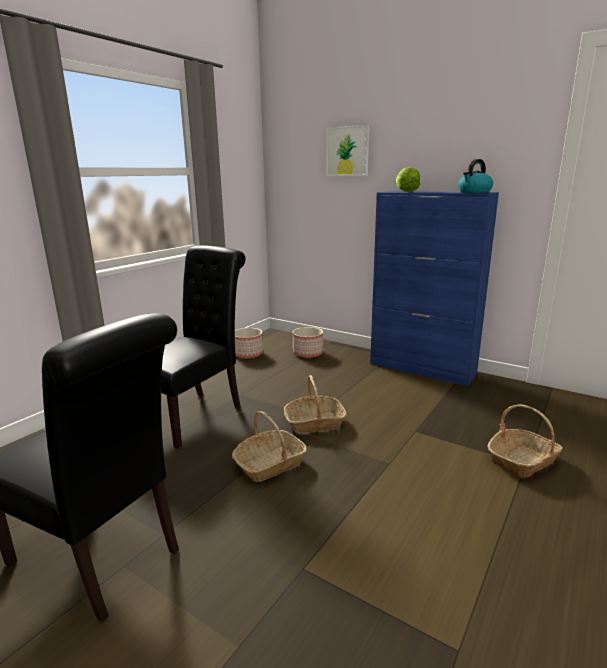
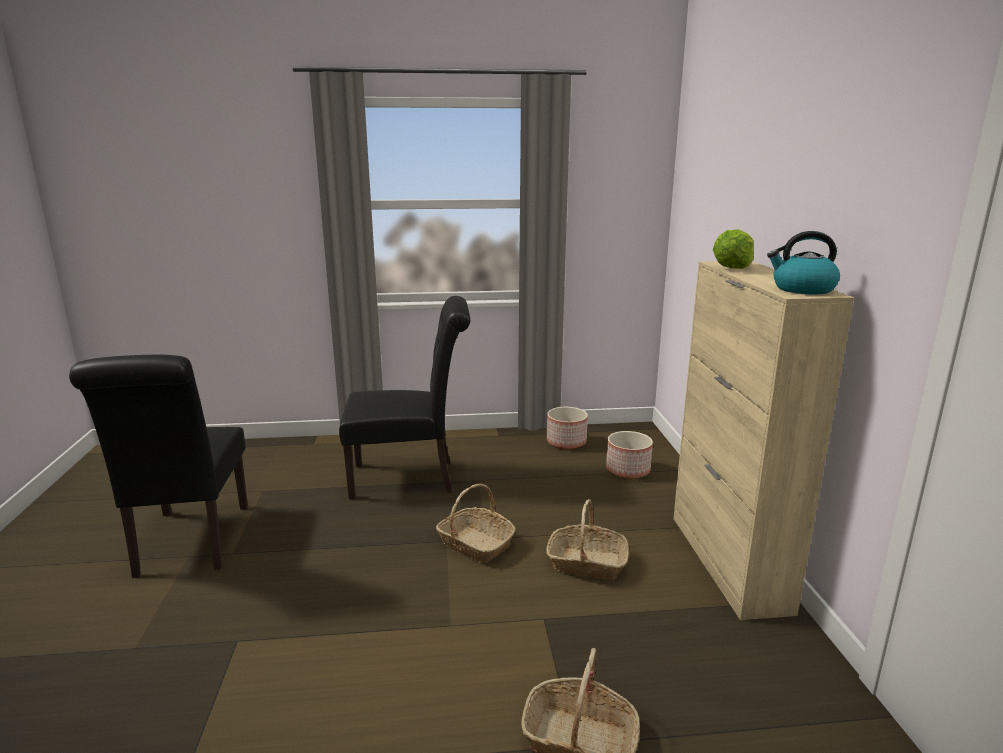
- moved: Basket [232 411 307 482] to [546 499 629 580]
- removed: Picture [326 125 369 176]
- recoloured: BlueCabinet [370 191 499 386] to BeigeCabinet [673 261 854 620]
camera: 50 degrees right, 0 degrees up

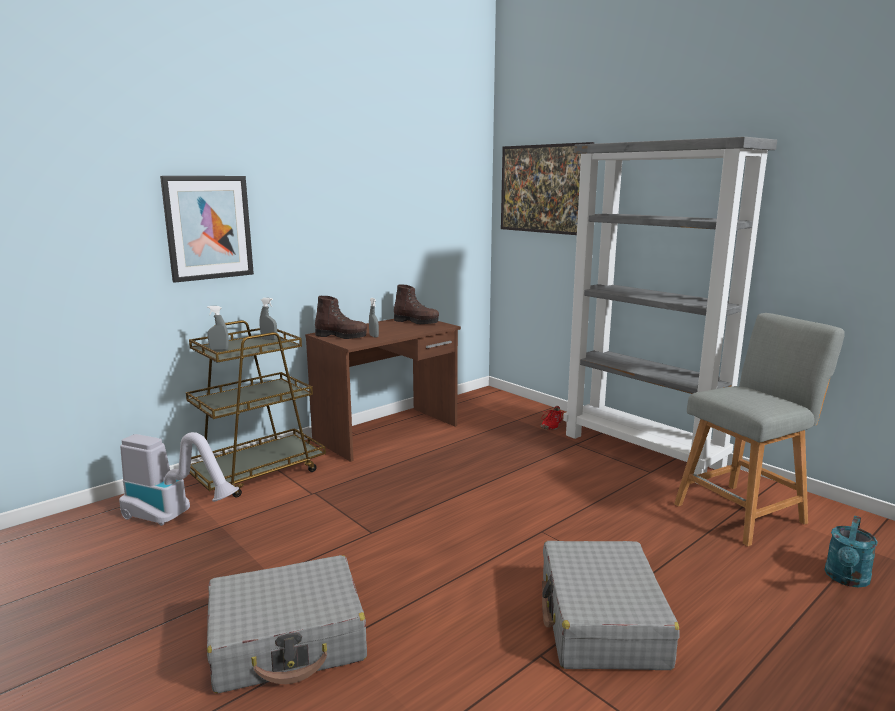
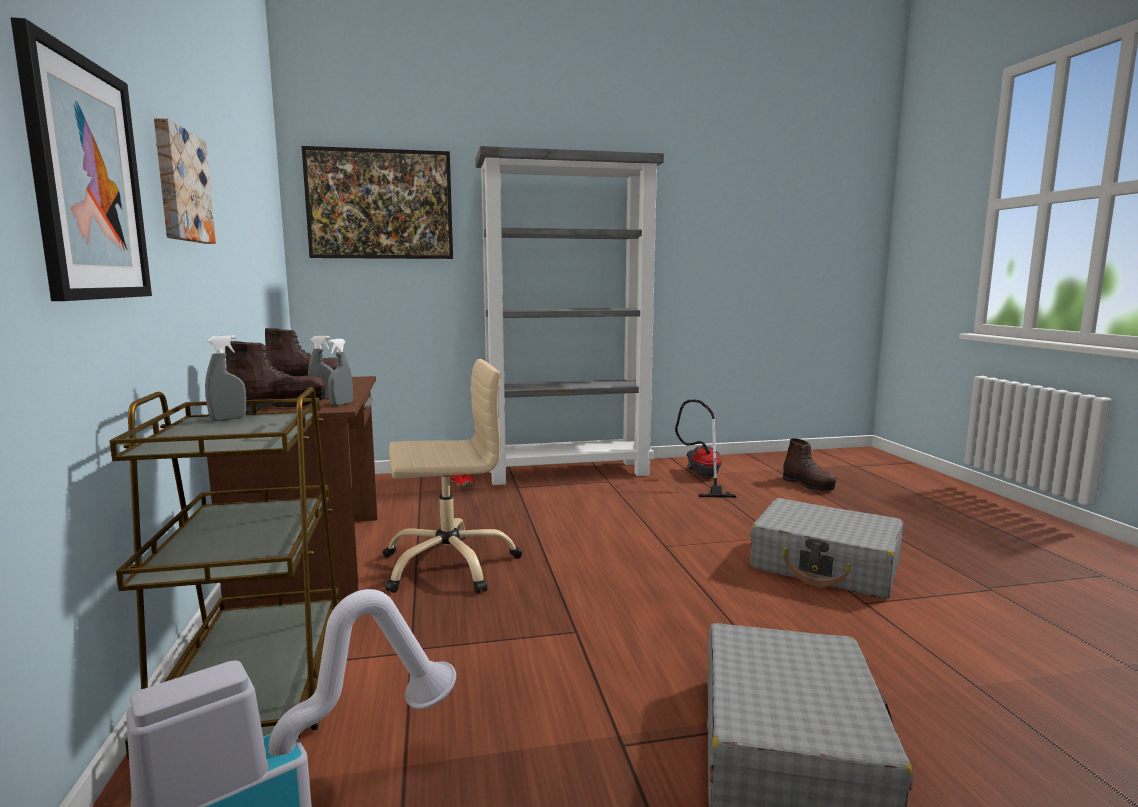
- moved: GreySprayBottle [207 306 229 350] to [328 339 353 406]
- replaced: GreyStool [674 313 845 546] to VacuumCleaner [675 399 737 498]
- replaced: TurquoiseWateringCan [824 516 878 587] to BrownBoot [783 438 836 490]
- added: Picture [154 118 216 244]
- added: BeigeOfficeChair [383 359 522 594]
camera: 60 degrees left, 5 degrees down

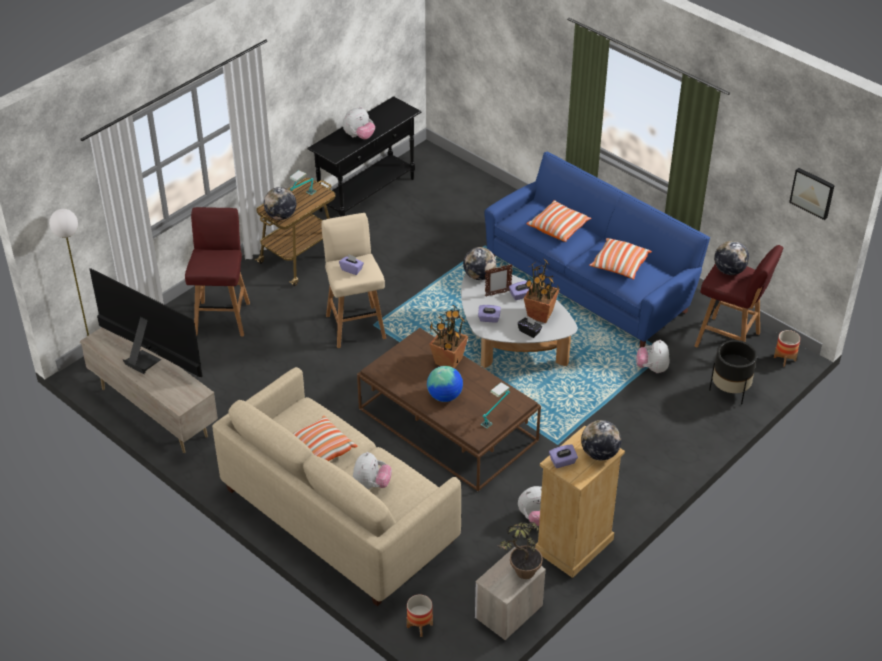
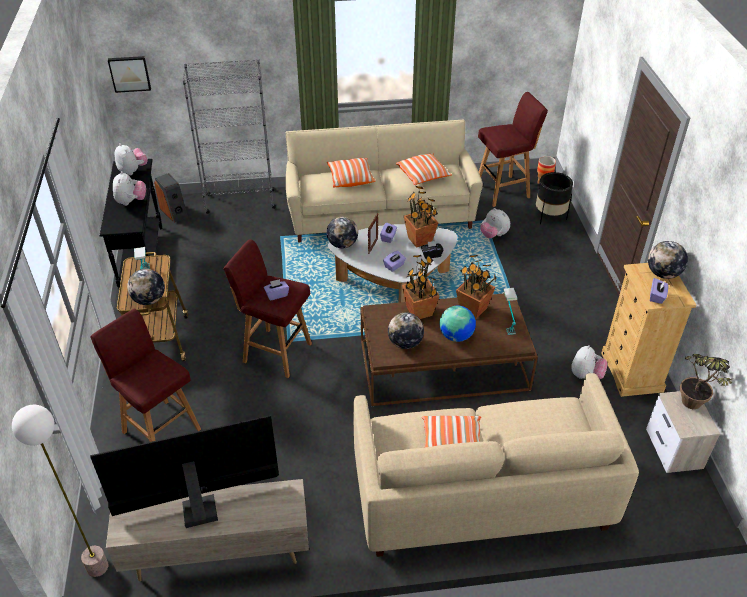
- recoloured: BeigeStool [321 213 386 348] to RedStool [224 239 312 378]
- moved: PlushToy [353 452 392 489] to [115 143 148 176]
- removed: Planter [407 595 433 637]
- recoloured: BlueSofa [484 152 710 348] to BeigeSofa [286 120 483 242]
- moved: Globe [714 241 749 275] to [388 313 424 349]
- moved: Picture [789 168 835 220] to [108 56 151 93]
- added: Speaker [154 173 188 223]
- added: GreyBookcase [182 59 276 214]
- added: PottedPlant [456 255 496 319]
camera: 50 degrees left, 0 degrees up

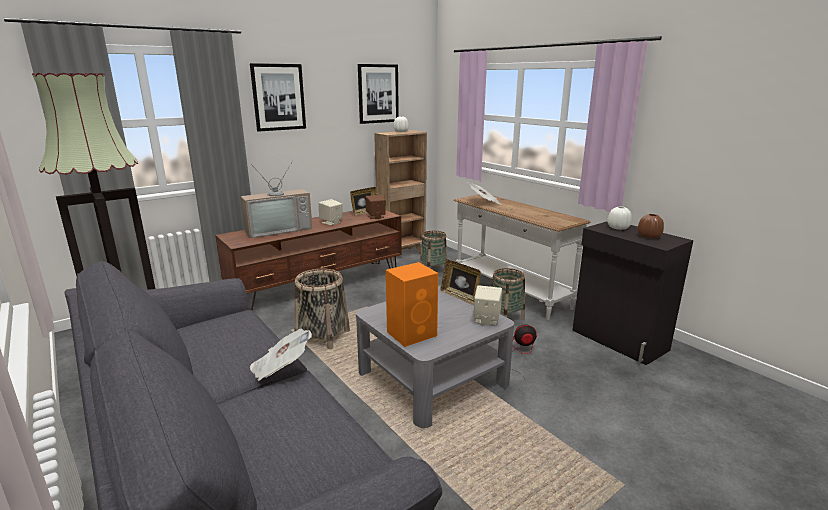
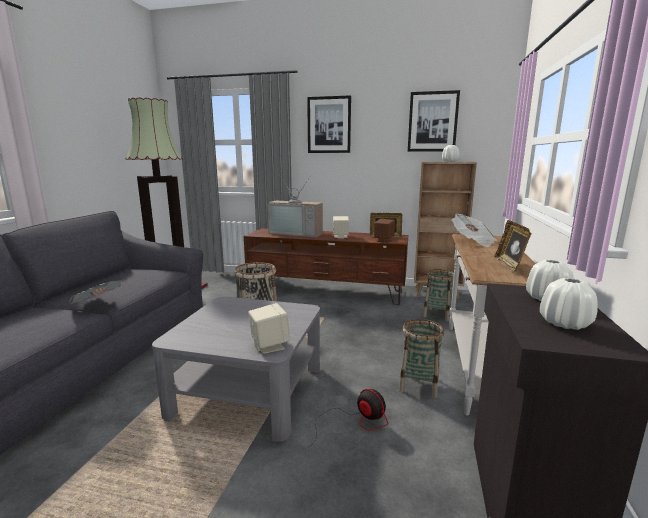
- removed: OrangeSpeaker [386 262 438 347]
- moved: PictureFrame [440 260 481 305] to [494 220 531 273]
- recoloured: BrownVase [638 214 664 239] to WhiteVase [540 278 598 330]
camera: 50 degrees right, 5 degrees down

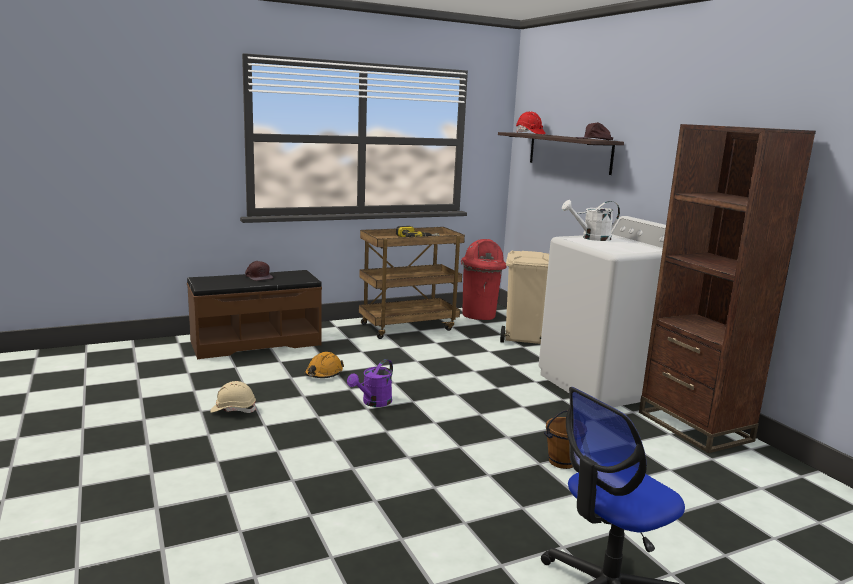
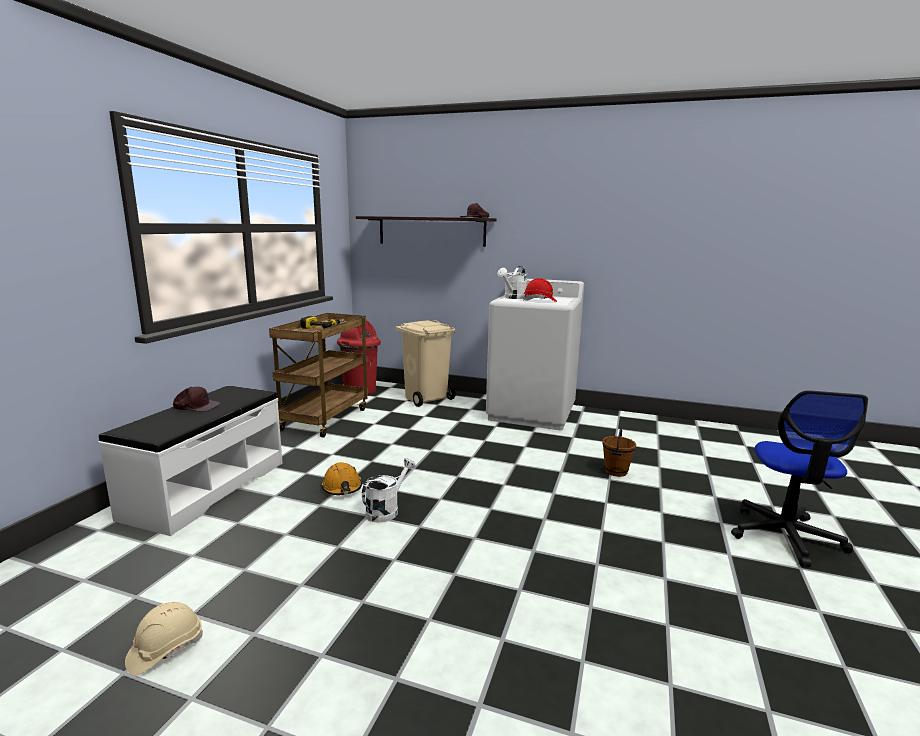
- recoloured: BrownBench [187 270 322 360] to WhiteBench [98 386 283 536]
- moved: BeigeHardHat [210 381 257 413] to [125 602 203 676]
- removed: PurpleWateringCan [347 359 393 407]
- moved: RedHardHat [516 111 545 134] to [523 278 557 302]
- removed: BrownBookcase [639 124 816 453]
- added: WhiteWateringCan [362 458 415 523]
camera: 45 degrees left, 0 degrees up

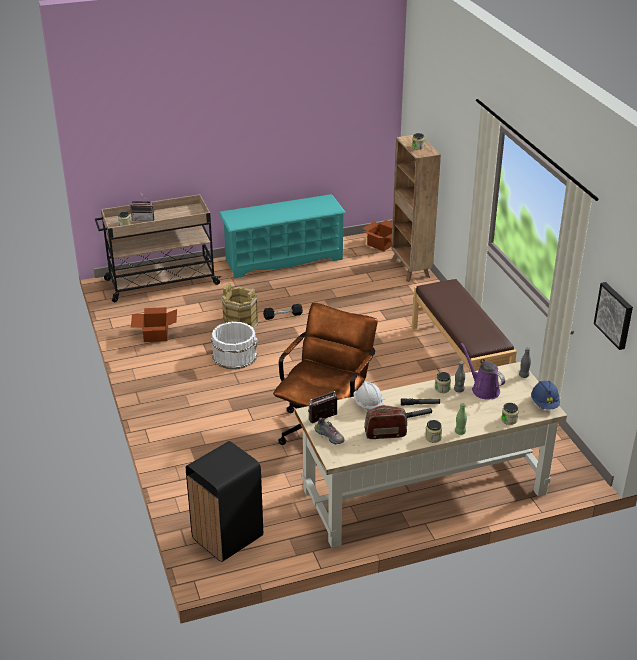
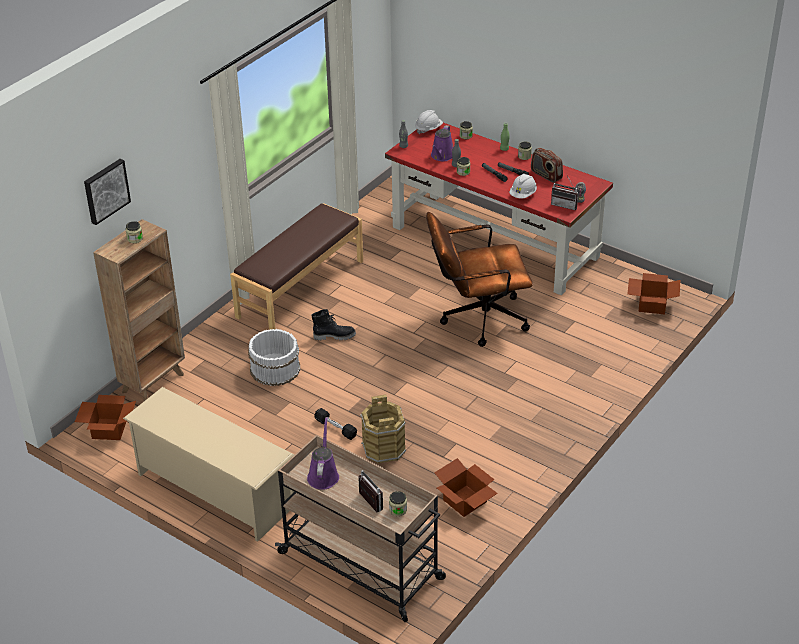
- replaced: BlackTrashCan [186 441 263 562] to CardboardBox [627 273 680 314]
- moved: WhiteBucket [211 322 257 369] to [248 329 300 386]
- recoloured: TurquoiseShoeRack [218 194 346 278] to BeigeShoeRack [123 387 294 542]
- recoloured: BeigeDesk [295 362 567 548] to RedDesk [385 123 613 295]
- recoloured: BlueHardHat [531 381 560 410] to WhiteHardHat [415 110 443 134]
- moved: Picture [594 282 633 350] to [84 159 131 225]
- added: PurpleWateringCan [307 417 339 490]
- added: BlackBoot [311 309 356 340]
camera: 125 degrees left, 5 degrees up

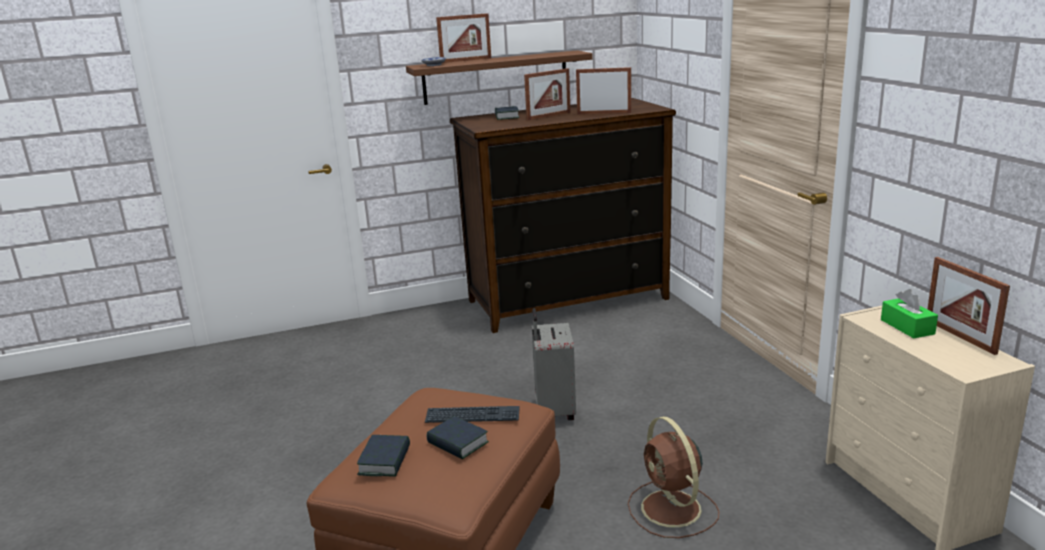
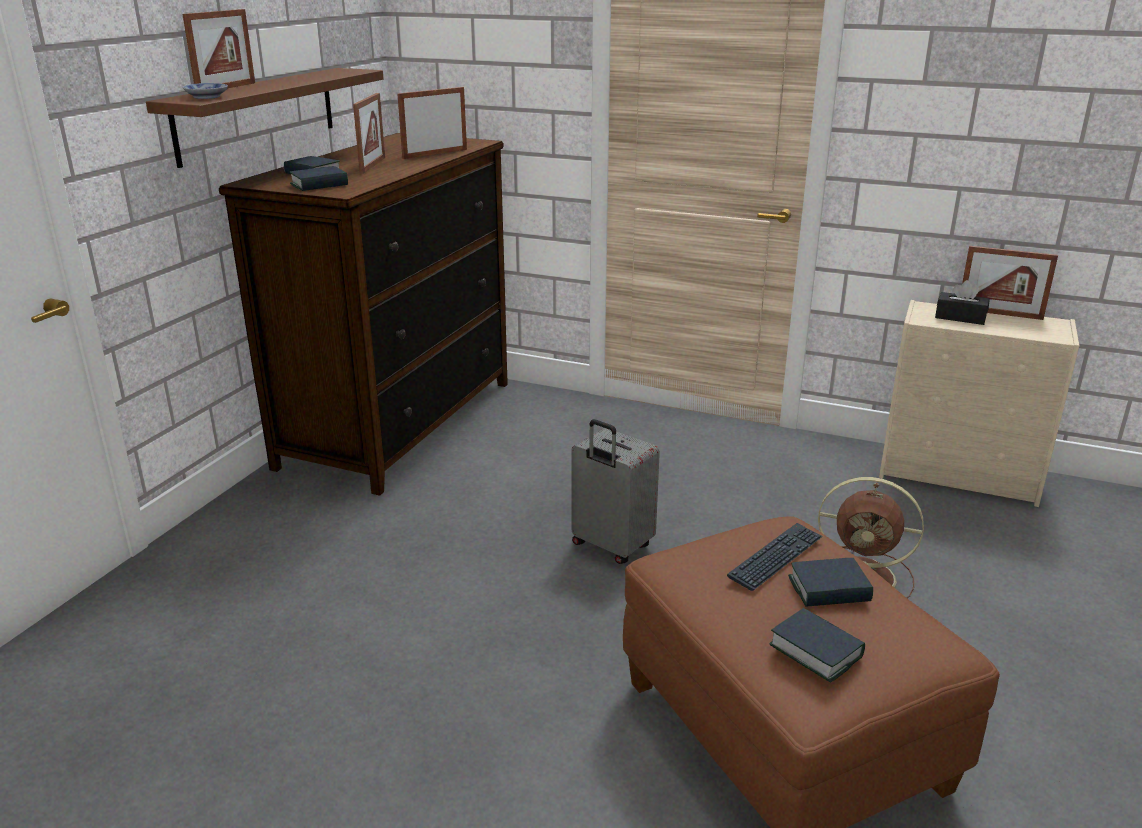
- recoloured: GreenTissueBox [881 289 938 338] to BlackTissueBox [935 280 990 325]
- added: Book [290 166 348 191]
camera: 50 degrees left, 5 degrees up

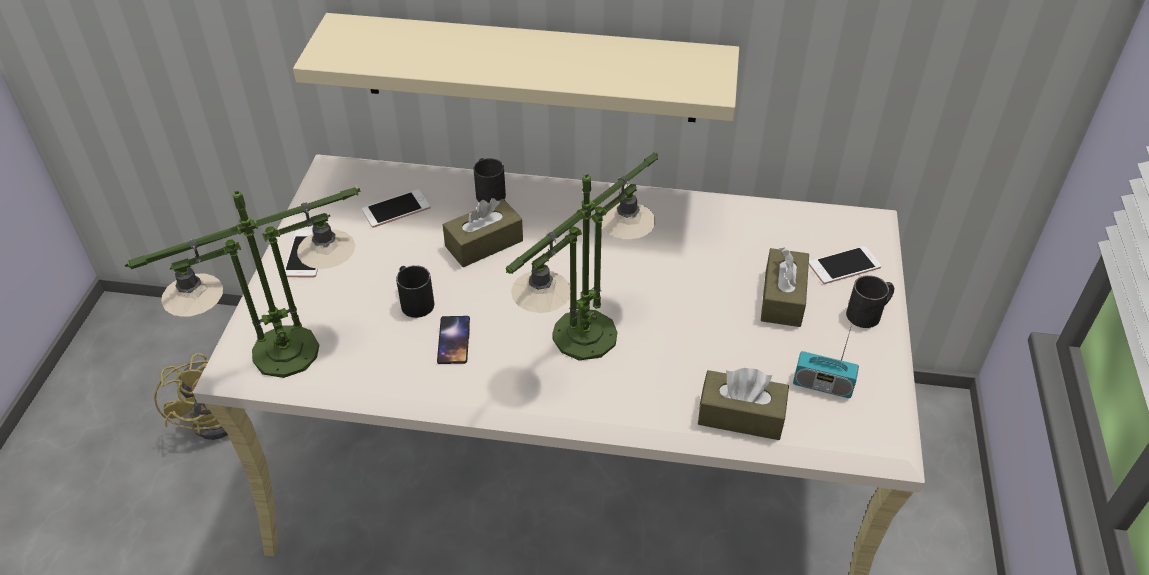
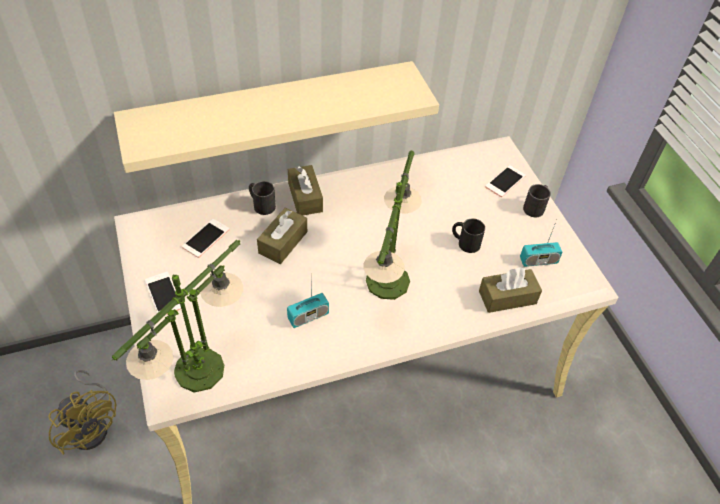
- moved: BlackMug [396 265 434 318] to [452 218 485 253]
- replaced: Phone [437 316 470 364] to Radio [287 278 329 328]
- moved: BrownTissueBox [761 247 809 327] to [288 165 323 216]
camera: 30 degrees left, 5 degrees up

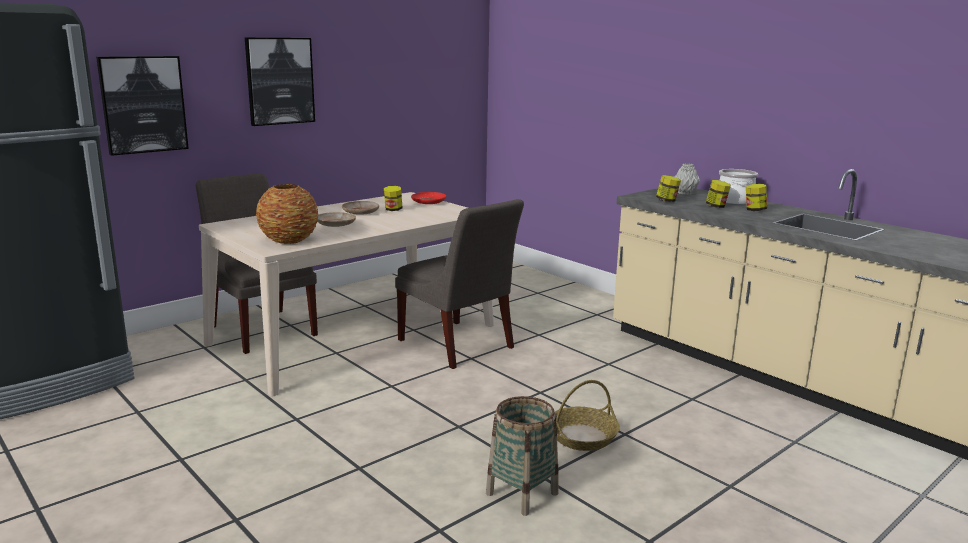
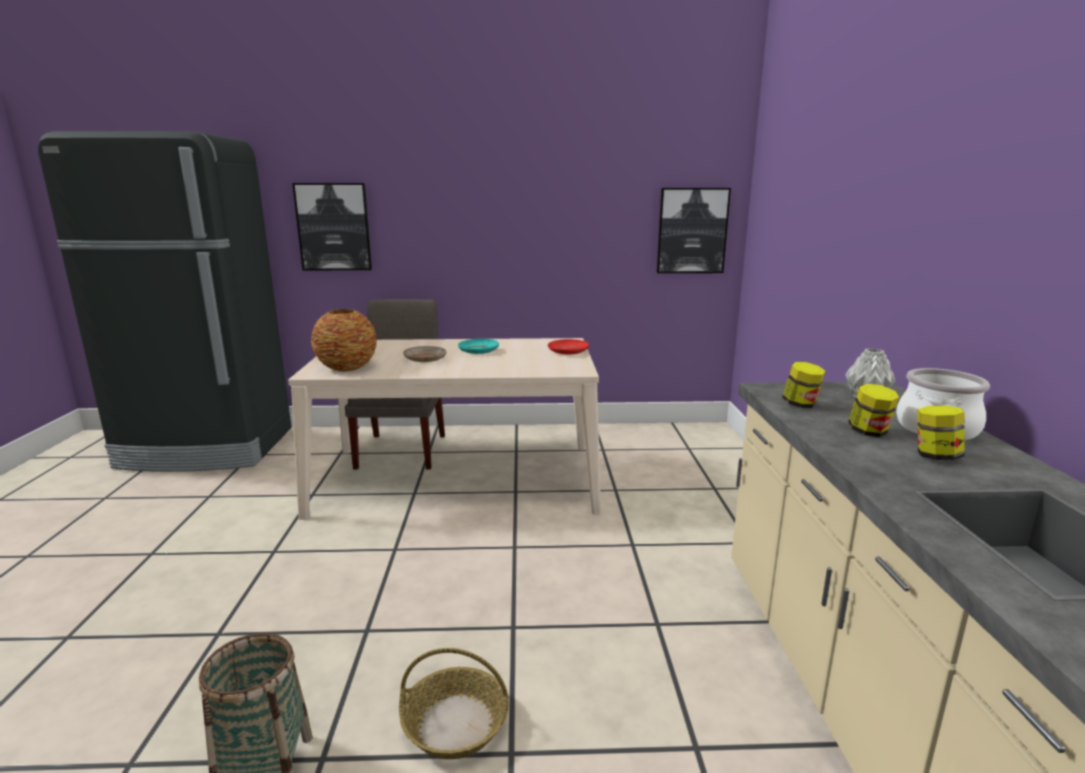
- moved: Picture [245 37 315 126] to [657 188 731 273]
- recoloured: BeigePlate [342 201 379 215] to TurquoisePlate [458 339 499 354]
- removed: Jar [384 186 402 211]
- removed: GreyChair [395 199 524 369]
camera: 40 degrees right, 0 degrees up

